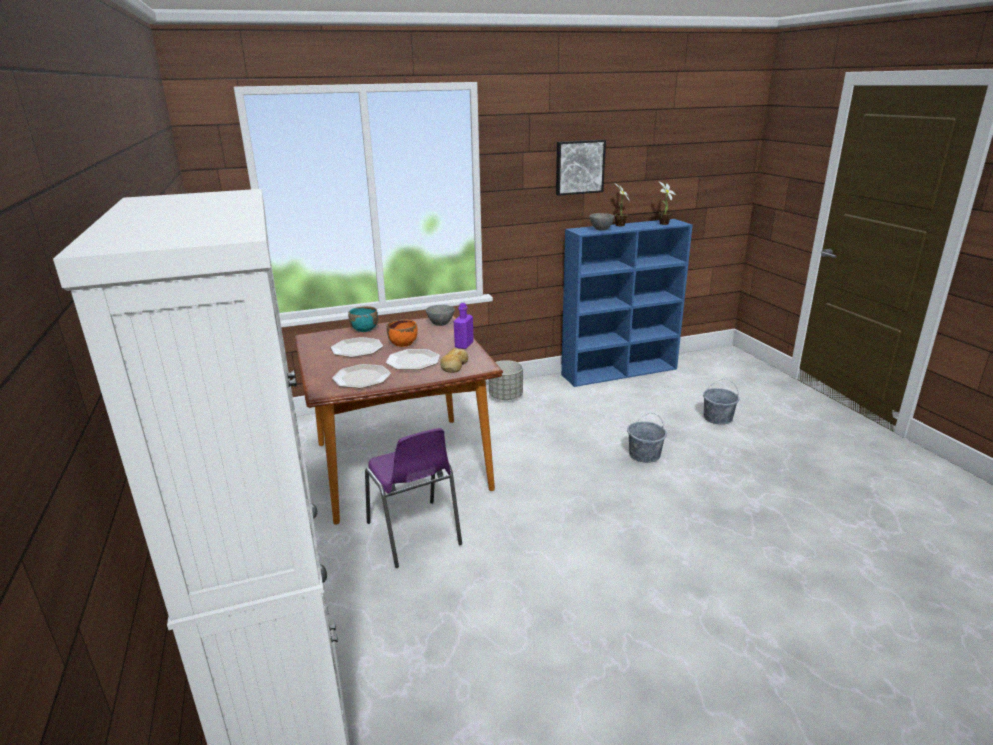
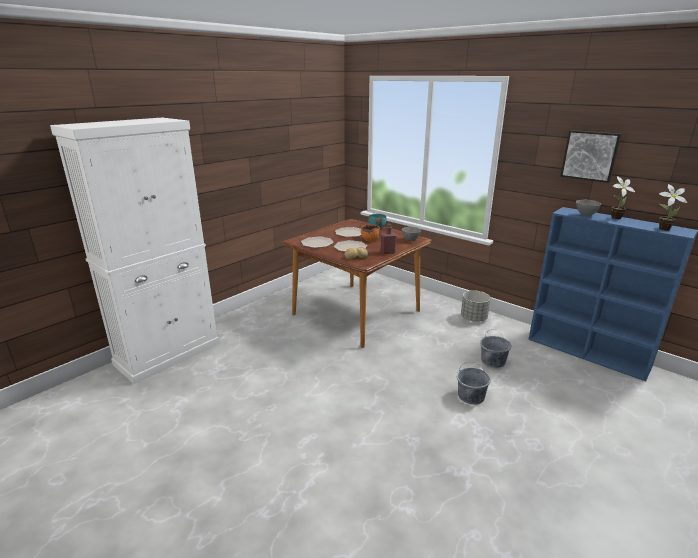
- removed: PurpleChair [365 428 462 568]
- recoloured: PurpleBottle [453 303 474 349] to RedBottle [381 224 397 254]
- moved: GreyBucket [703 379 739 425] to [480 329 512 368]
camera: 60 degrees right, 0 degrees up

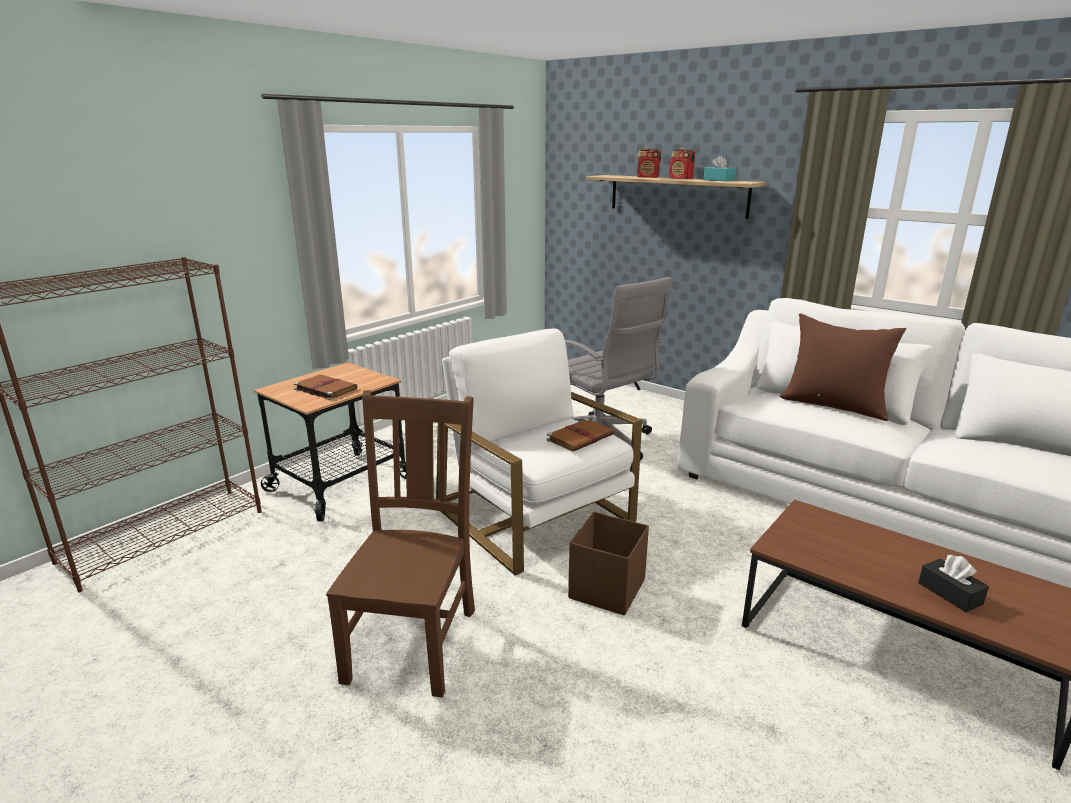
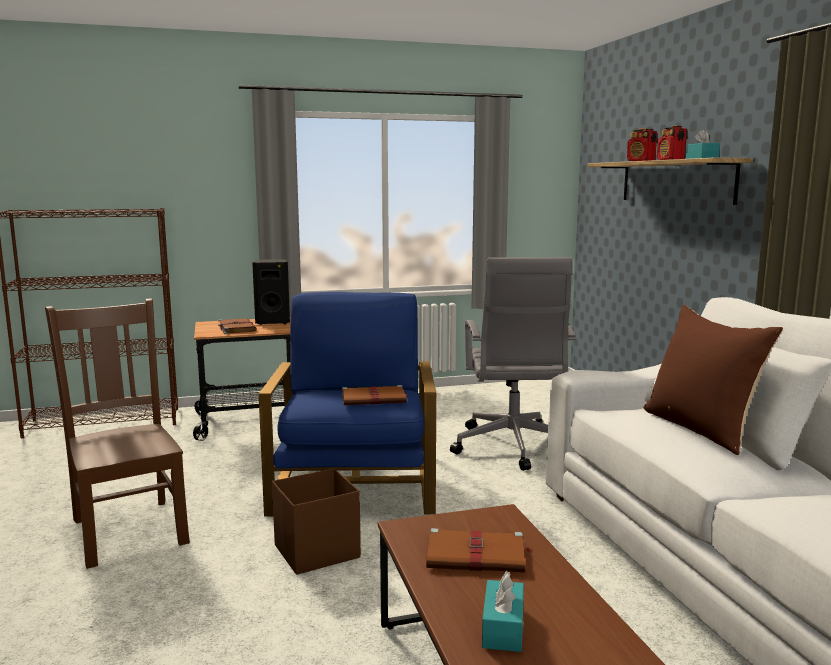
- turned: BrownChair [326 390 475 698] = [45 298 190 569] 75 degrees counterclockwise
- recoloured: WhiteArmchair [436 329 642 575] to BlueArmchair [259 292 436 516]
- recoloured: BlackTissueBox [918 555 989 612] to TurquoiseTissueBox [482 571 524 652]
- added: BlackSpeaker [252 259 290 325]
- added: BrownBook [426 528 532 573]
camera: 35 degrees right, 10 degrees down

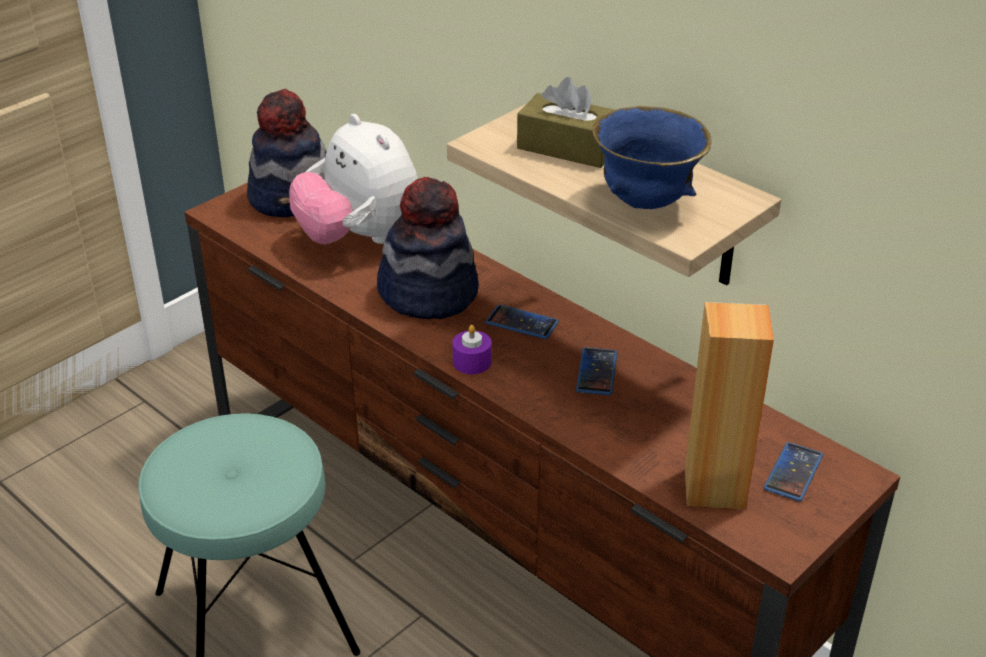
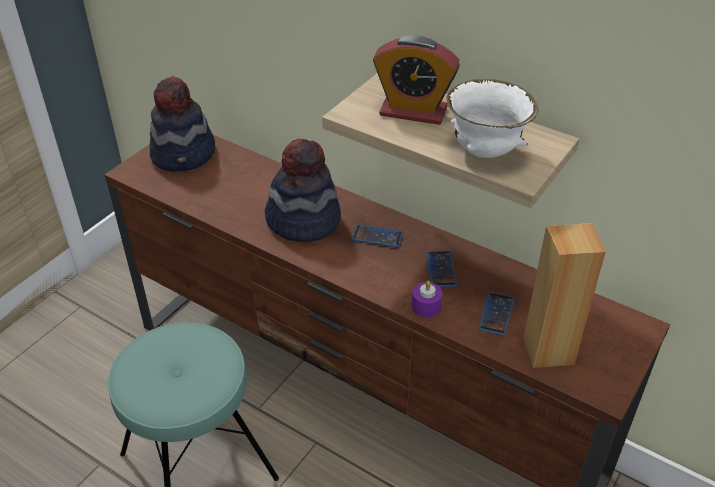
- removed: PlushToy [289 114 418 244]
- moved: PurpleCandle [452 325 491 374] to [412 281 443 317]
- replaced: BrownTissueBox [517 77 614 168] to AlarmClock [373 35 460 125]
- recoloured: BlueBowl [592 106 712 209] to WhiteBowl [447 79 538 158]
- moved: Phone [764 442 823 502] to [478 292 514 336]
camera: 10 degrees left, 5 degrees up

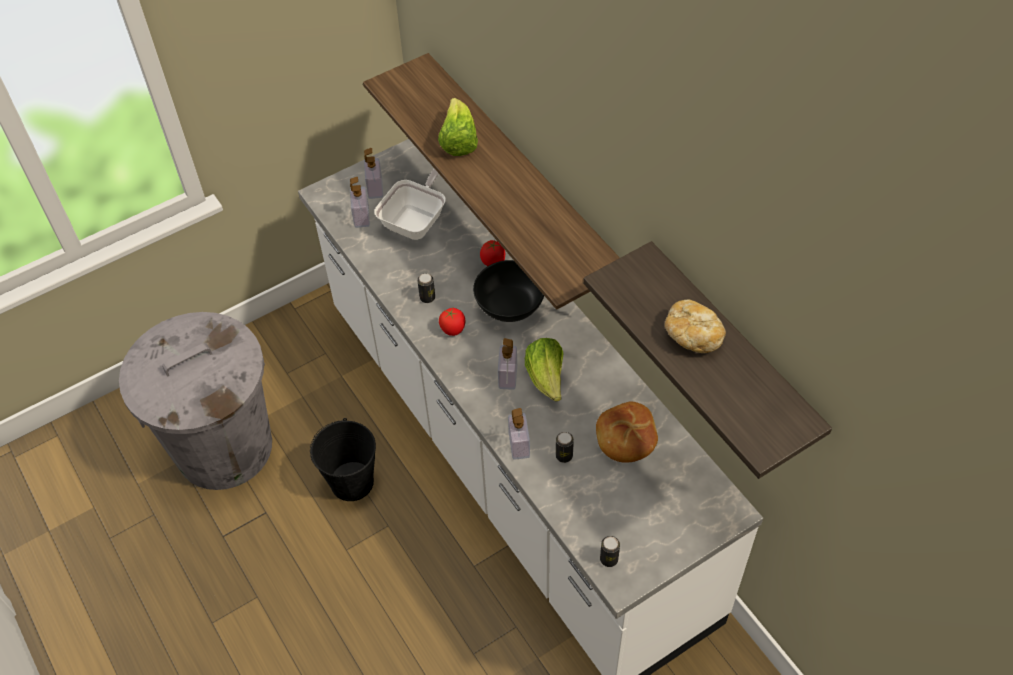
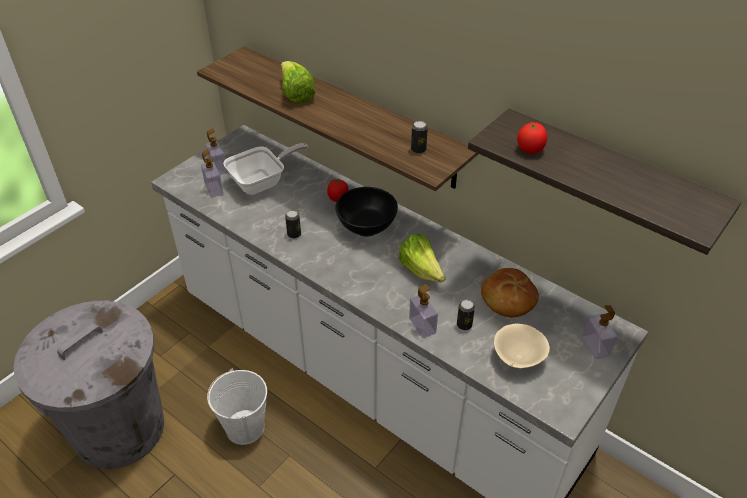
- recoloured: BlackBucket [310 418 376 501] to WhiteBucket [207 369 267 445]
- turned: FryingPan [374 168 446 240] = [223 143 308 195] 45 degrees clockwise
- moved: Tomato [439 308 465 336] to [517 121 547 154]
- moved: SoapDispenser [498 338 517 390] to [582 305 617 359]
- moved: Can [600 536 620 567] to [411 121 428 154]
- removed: Bread [665 299 726 353]
- added: BeigeBowl [494 324 550 368]
camera: 20 degrees left, 10 degrees down

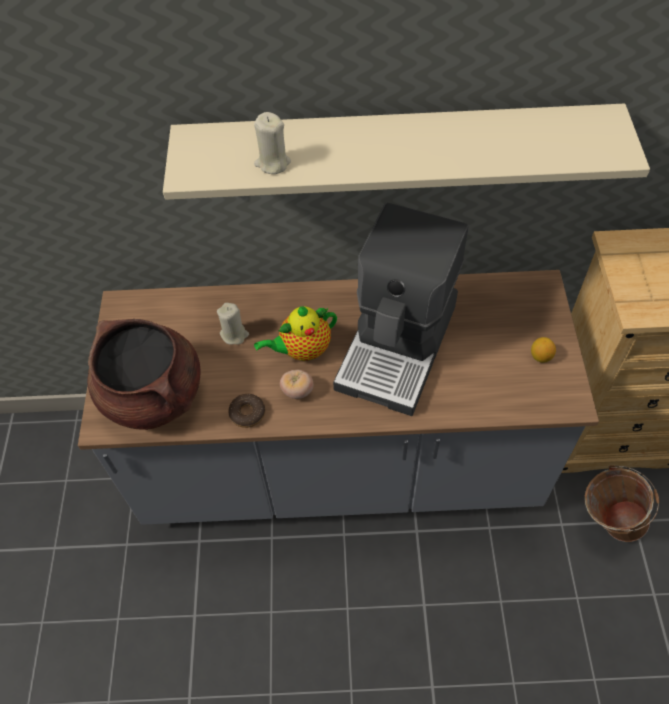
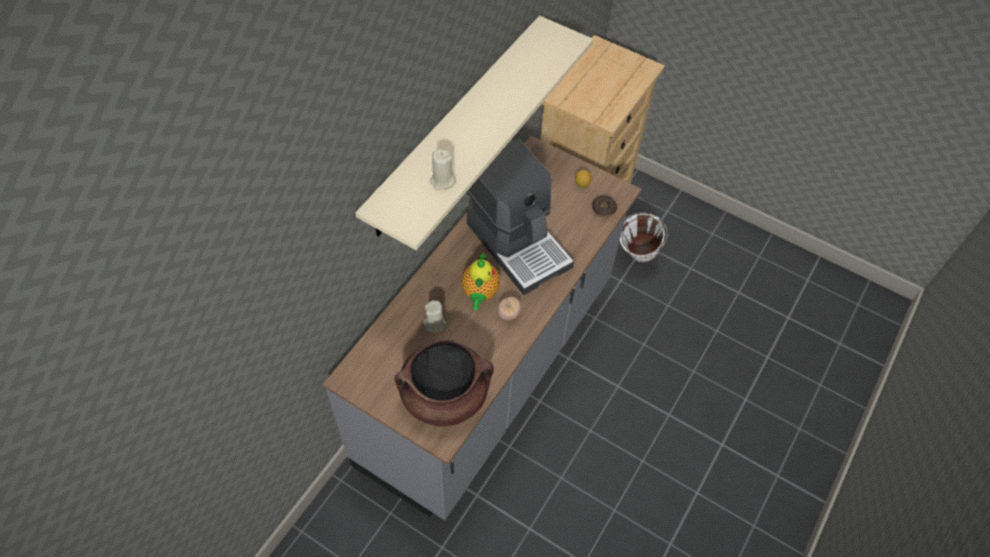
- moved: Donut [228 394 265 428] to [592 196 617 217]
- recoloured: BrownBucket [585 465 659 542] to WhiteBucket [620 212 668 262]
camera: 60 degrees left, 0 degrees up

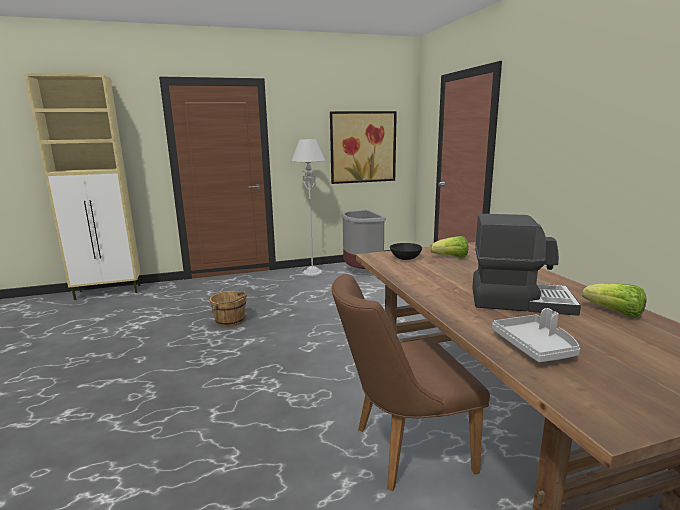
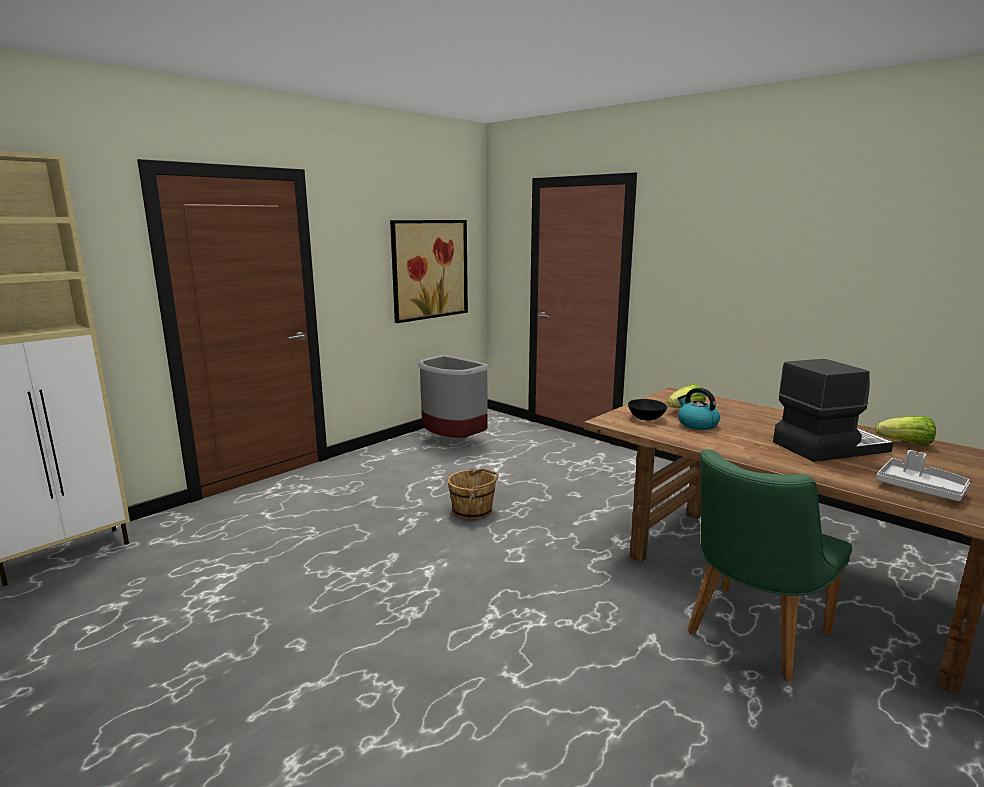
- moved: BrownBucket [210 290 247 327] to [448 468 499 520]
- removed: GreyFloorLamp [292 139 325 276]
- recoloured: BrownChair [332 274 490 491] to GreenChair [688 449 852 681]
- added: Kettle [677 388 720 430]
camera: 30 degrees left, 0 degrees up

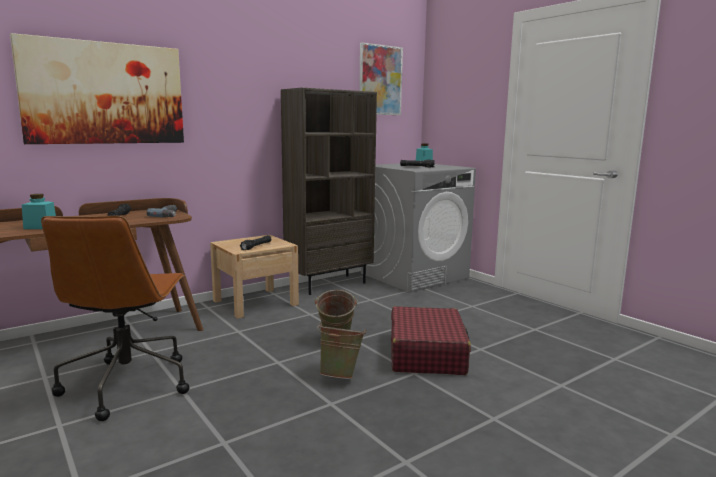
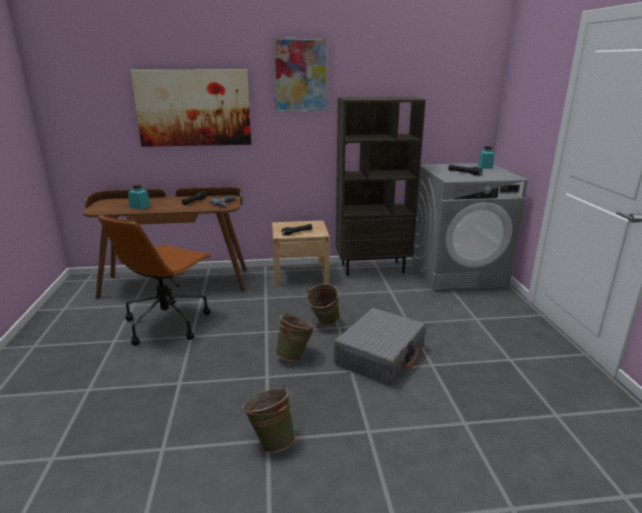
- moved: Picture [359 42 403 115] to [273 38 328 112]
- recoloured: RedSuitcase [391 306 471 375] to GreySuitcase [334 308 426 386]
- added: GreenBucket [242 385 295 453]
camera: 30 degrees right, 10 degrees up

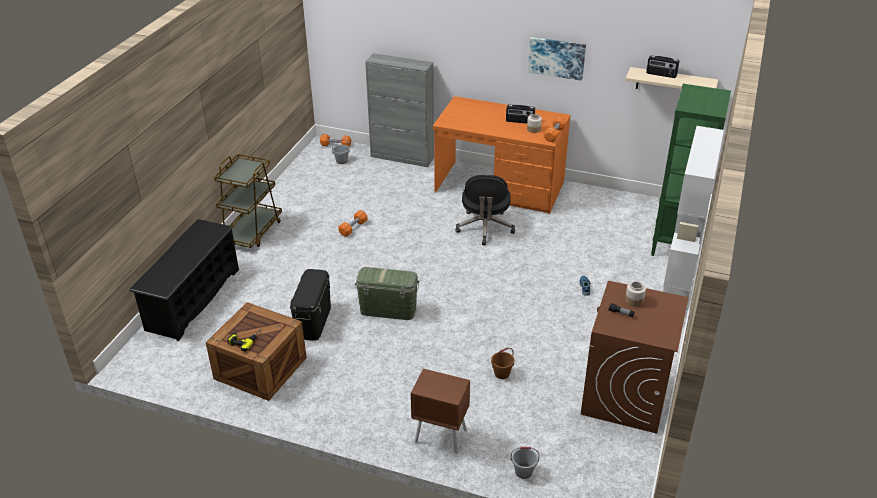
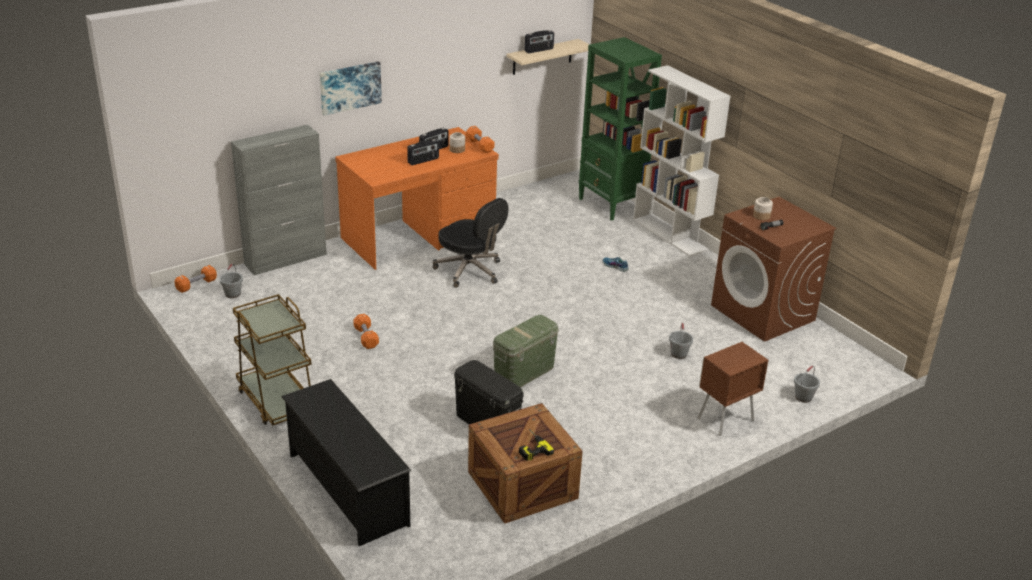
- recoloured: BrownBucket [491 348 514 379] to GreyBucket [669 323 693 359]
- moved: Picture [528 37 586 81] to [320 61 382 116]
- added: Radio [407 139 439 165]
camera: 55 degrees left, 5 degrees down

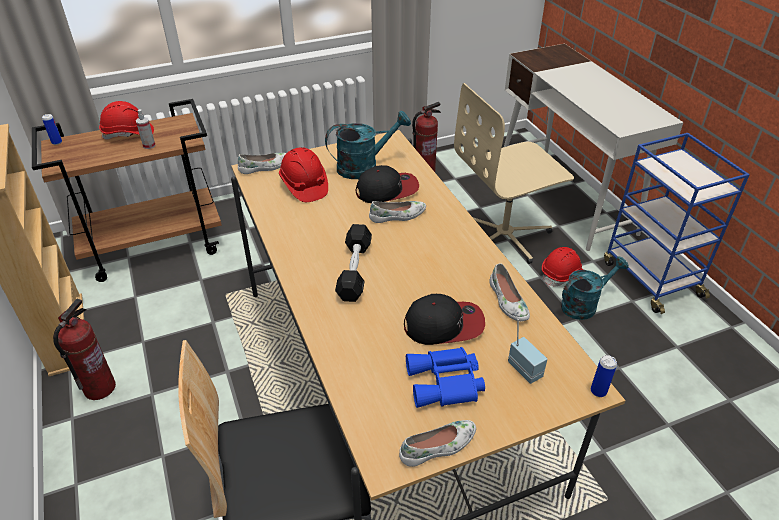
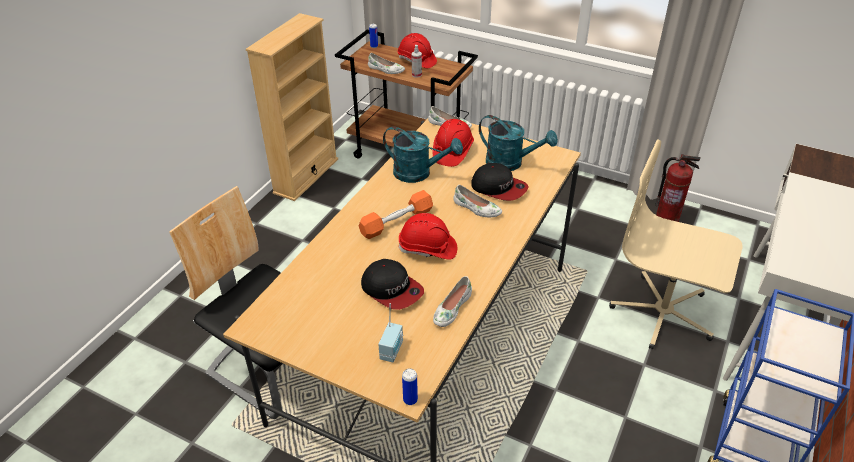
- removed: FireExtinguisher [53 299 116 400]
- recoloured: BlackDumbbell [335 224 372 302] to OrangeDumbbell [358 190 433 239]
- moved: WhiteShoe [399 420 476 467] to [368 53 405 74]
- removed: BlueBinoculars [406 347 485 408]
- moved: RedHardHat [542 247 583 287] to [398 213 457 259]
- moved: TurquoiseWateringCan [561 257 629 320] to [383 127 463 183]
camera: 50 degrees right, 0 degrees up

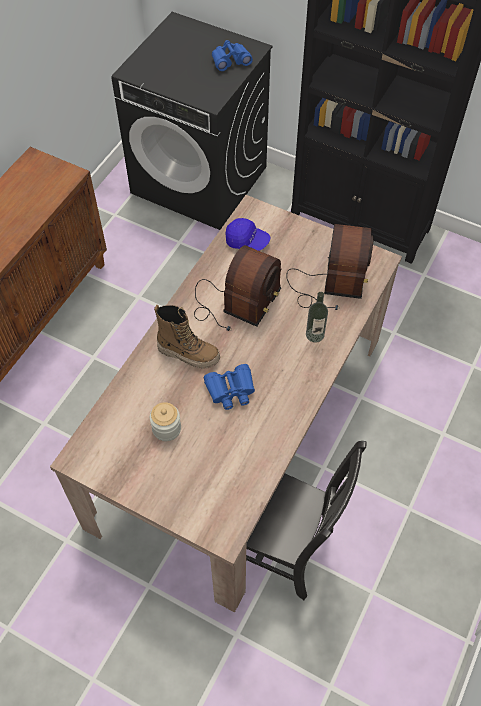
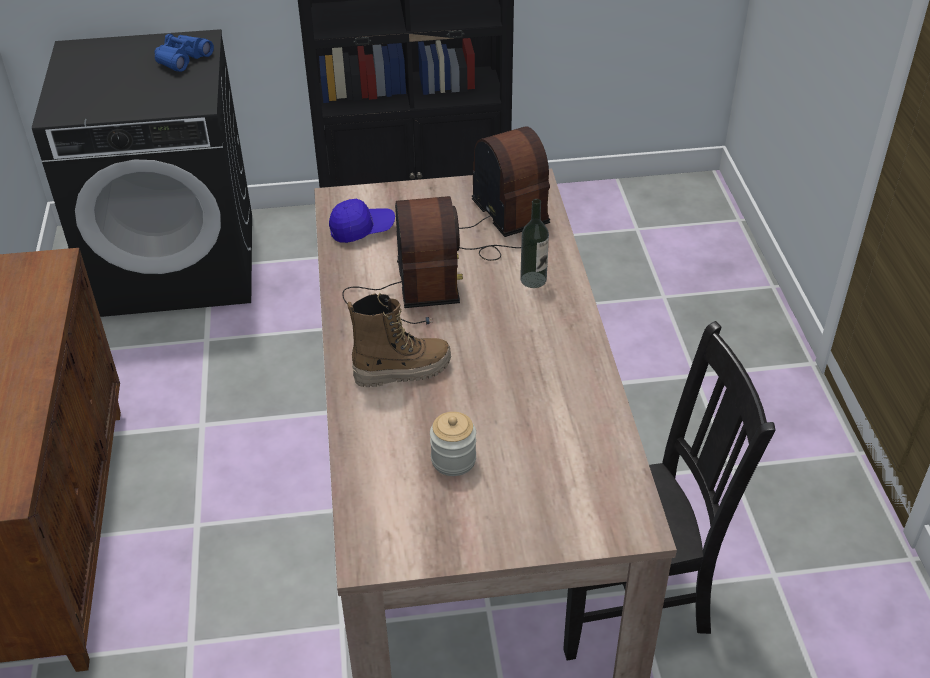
- removed: BlueBinoculars [204 364 255 410]
camera: 35 degrees left, 15 degrees down

